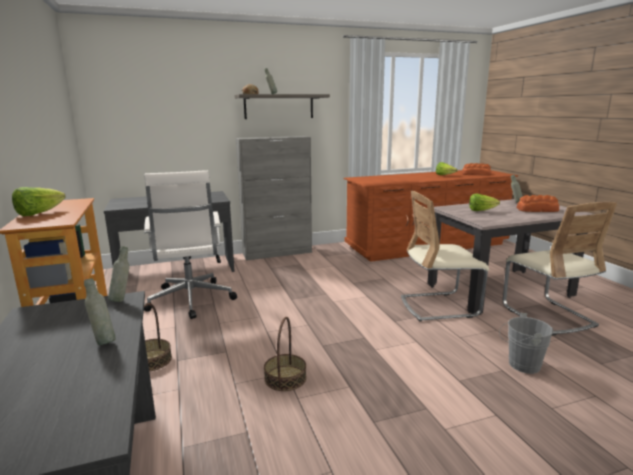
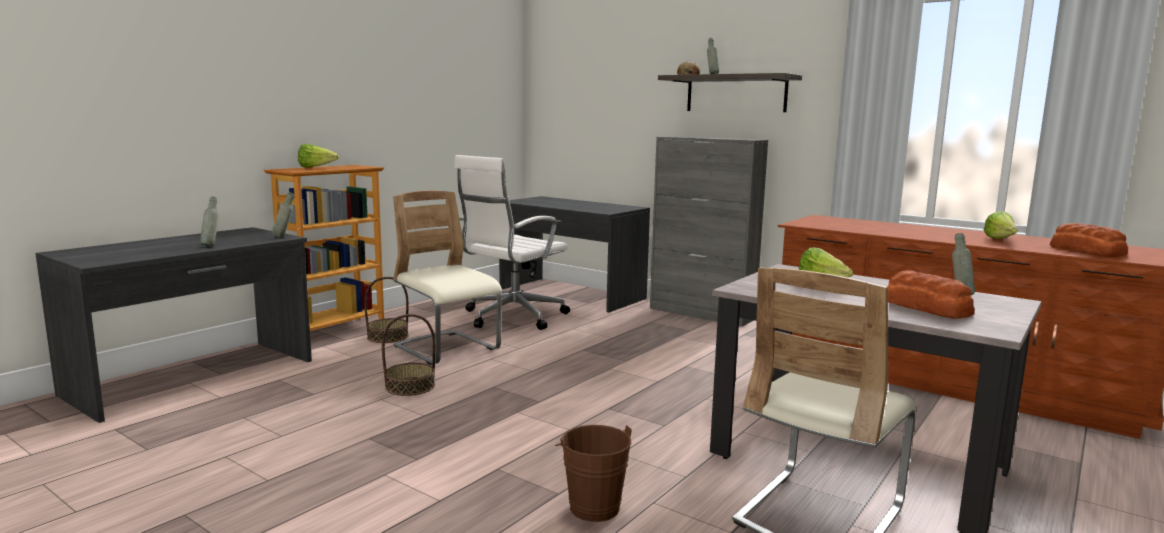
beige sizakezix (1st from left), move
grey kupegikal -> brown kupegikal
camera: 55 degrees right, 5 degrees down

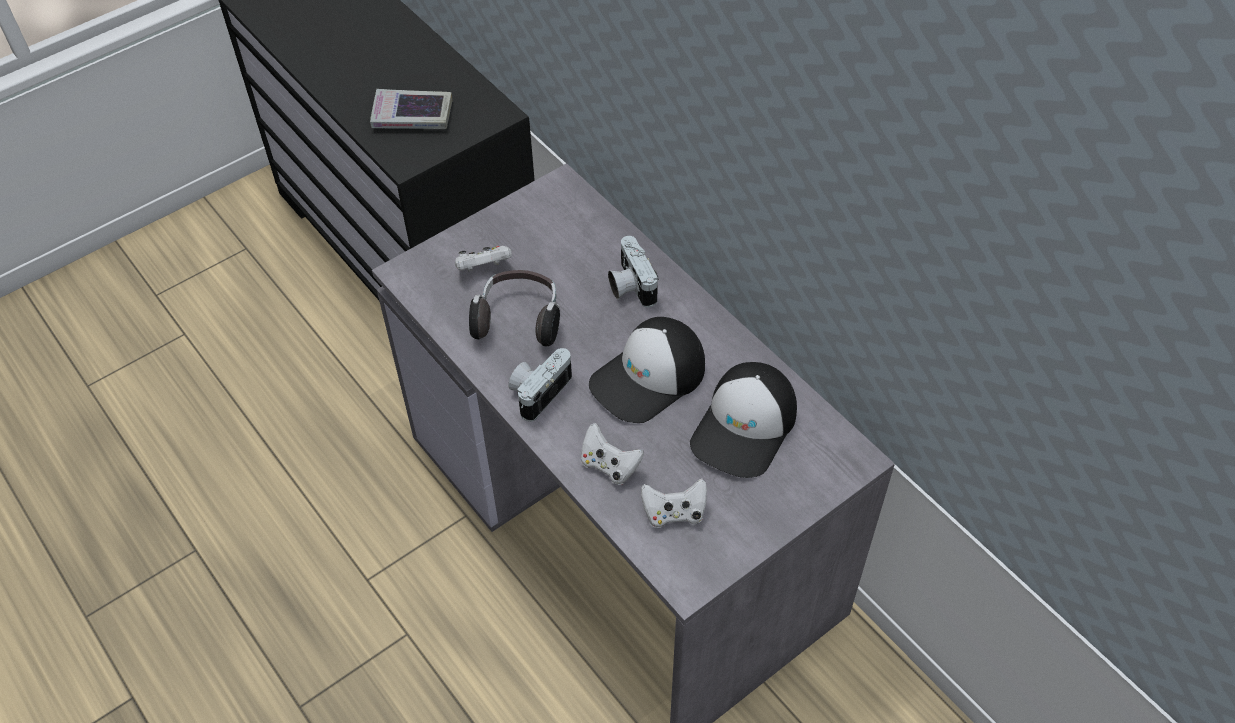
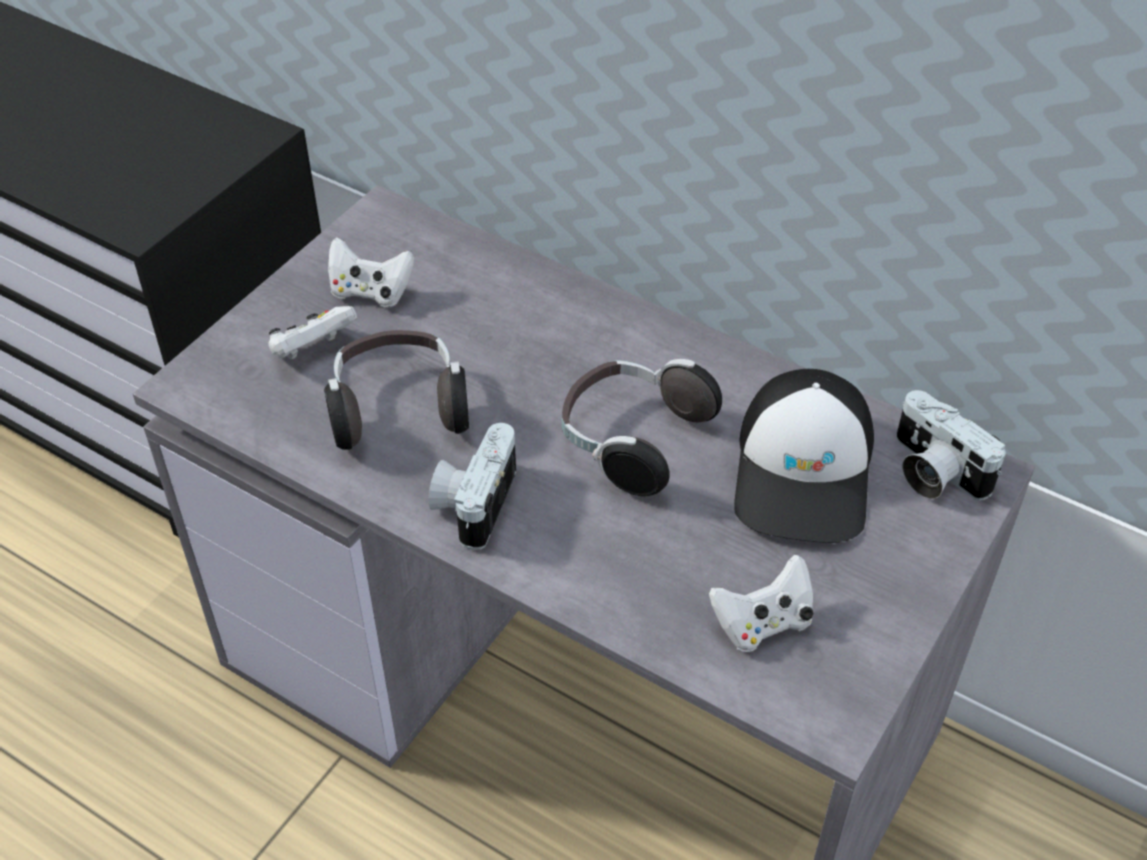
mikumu -> none
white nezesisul (2nd from left), move
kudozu (1st from left) -> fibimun (2nd from left)
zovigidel (2nd from left), move
camera: 20 degrees left, 5 degrees down

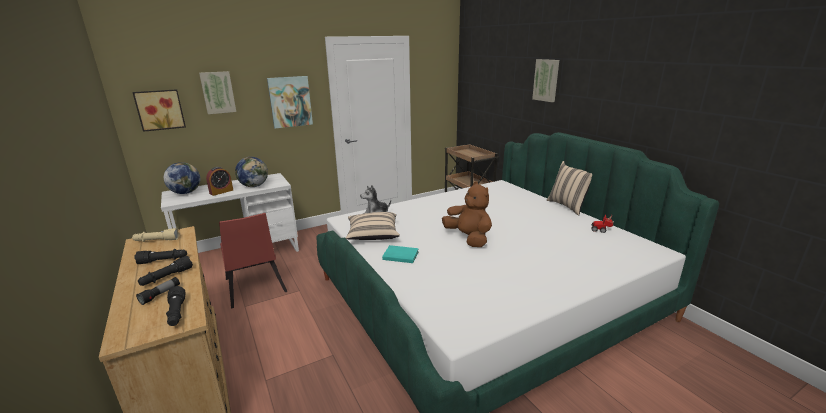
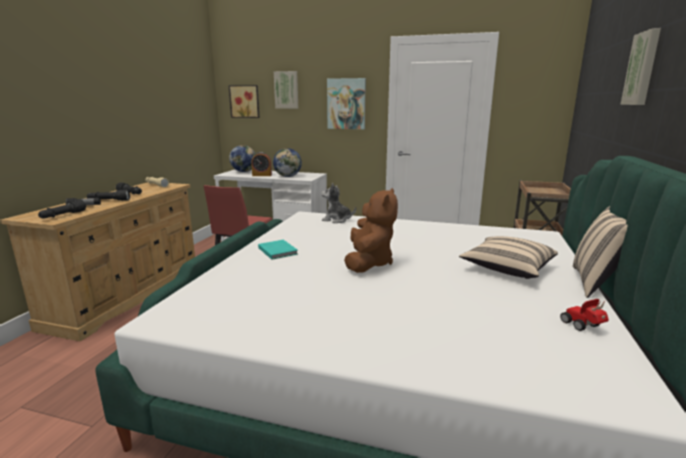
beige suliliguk (1st from left), move
camera: 45 degrees right, 5 degrees down

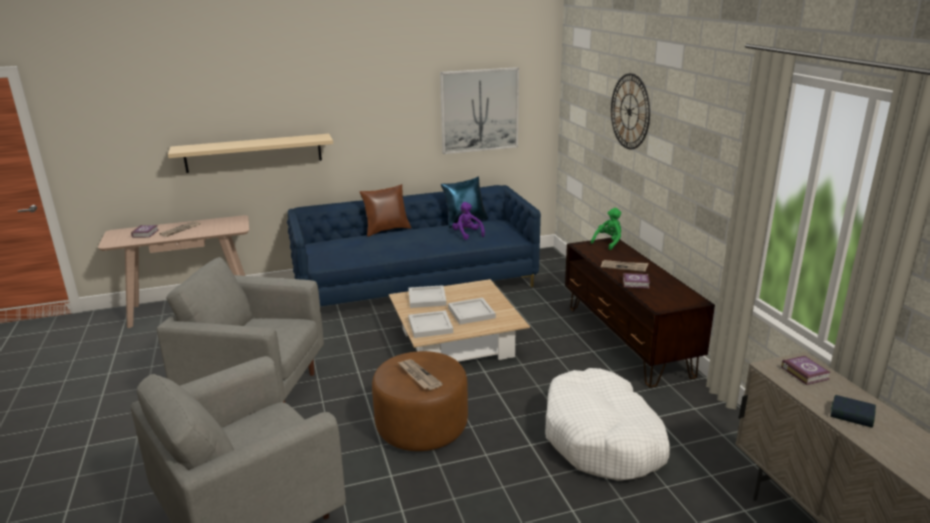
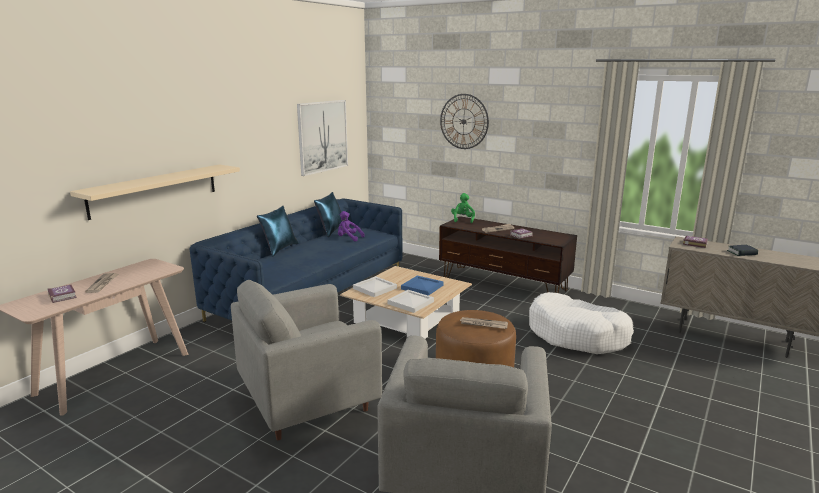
brown suliliguk -> blue suliliguk (1st from left)
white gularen (3rd from left) -> blue gularen
camera: 40 degrees left, 5 degrees down

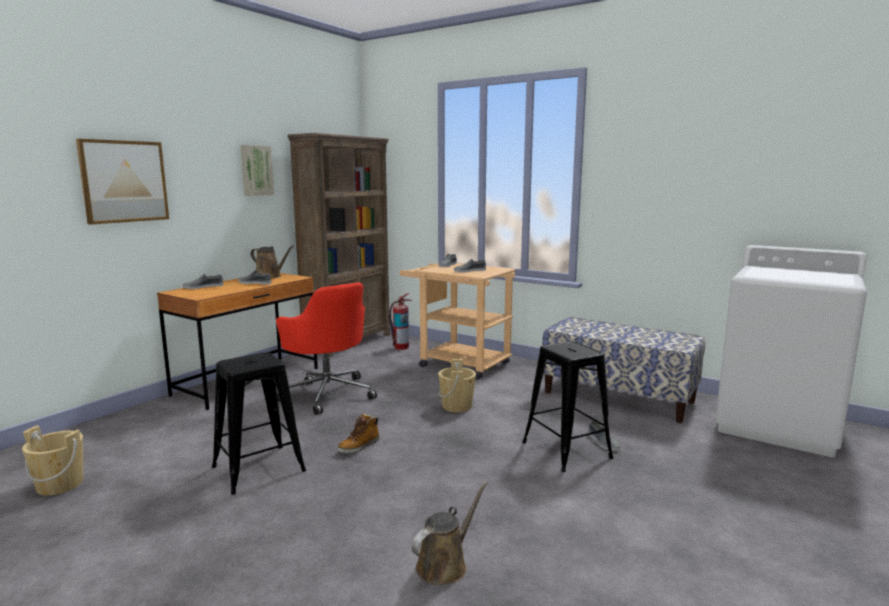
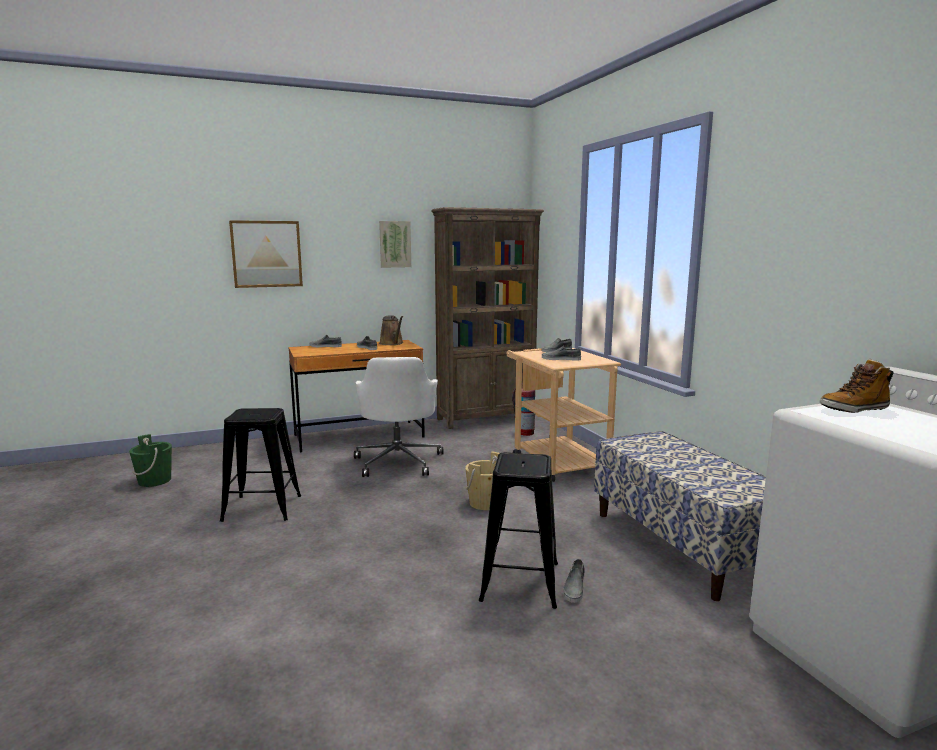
beige kupegikal (1st from left) -> green kupegikal
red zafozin -> white zafozin
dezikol, move
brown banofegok (2nd from left) -> none
camera: 35 degrees right, 0 degrees up

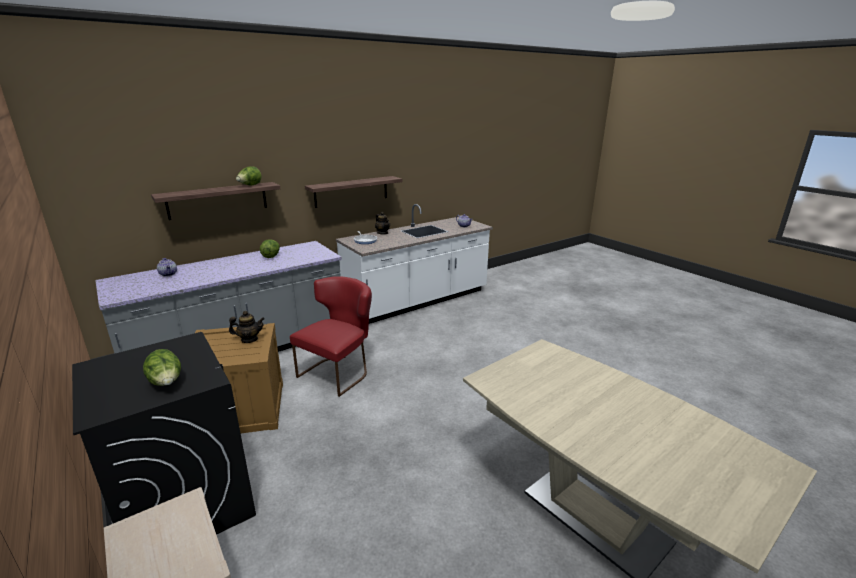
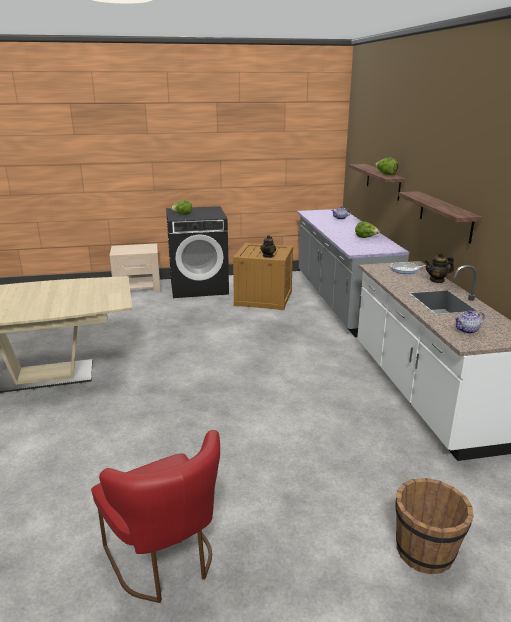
red sizakezix, move
none -> brown kupegikal
camera: 115 degrees right, 0 degrees up

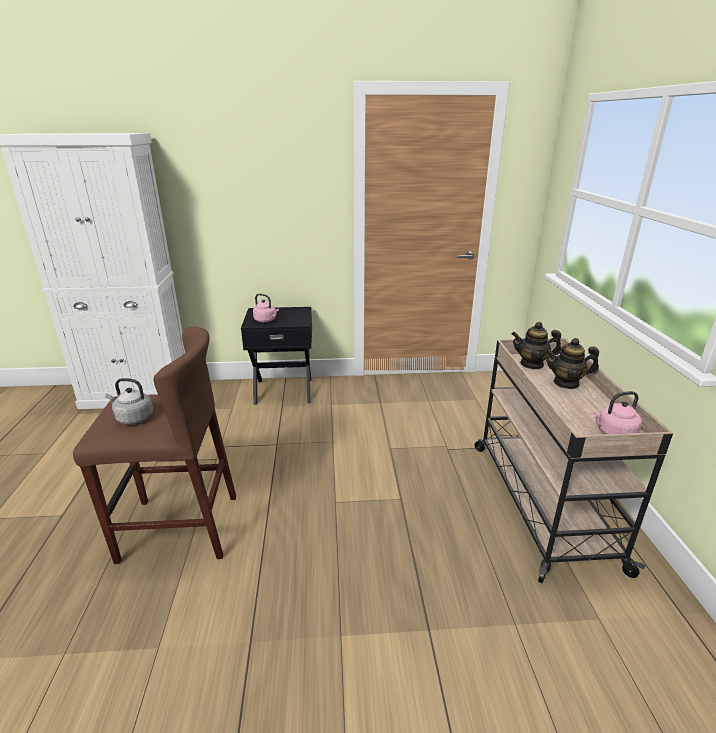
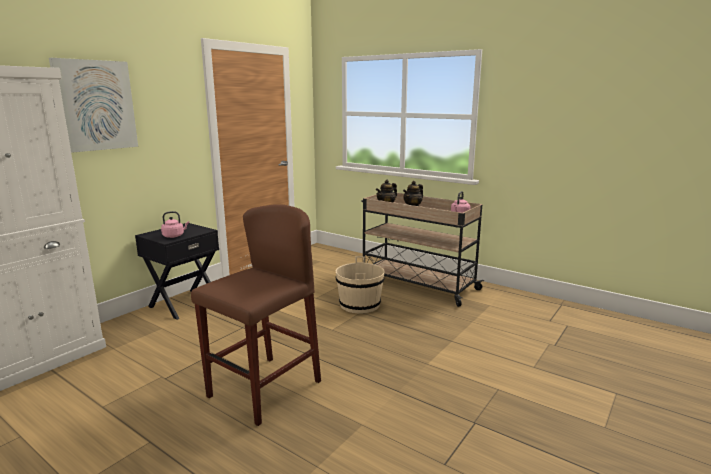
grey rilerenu -> none
none -> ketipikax
none -> beige kupegikal
camera: 50 degrees left, 10 degrees down

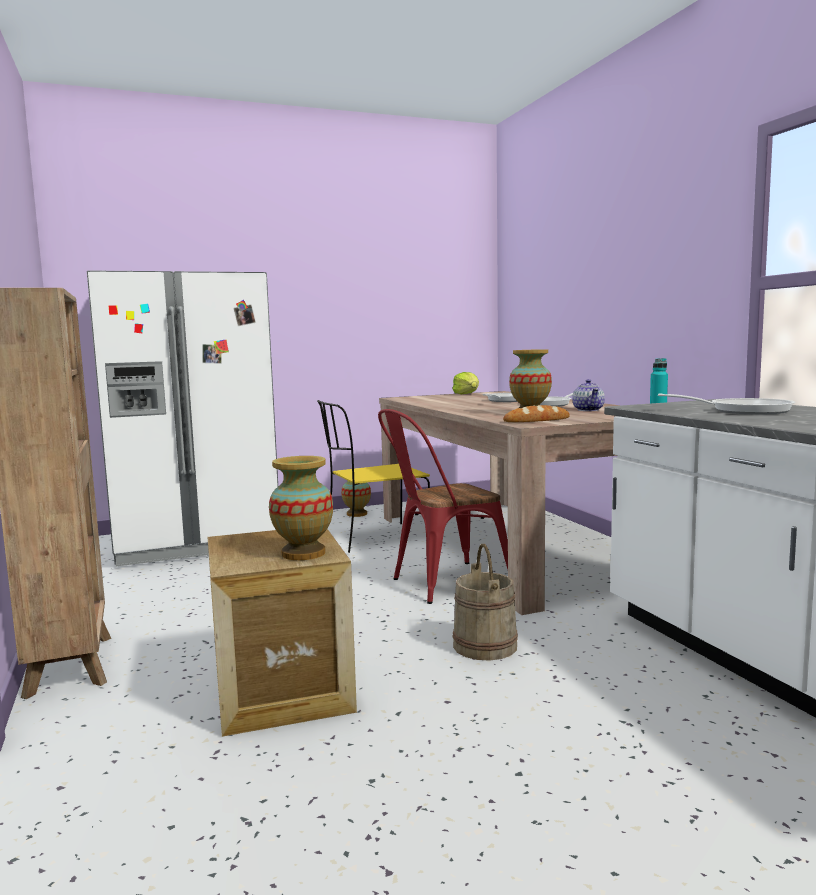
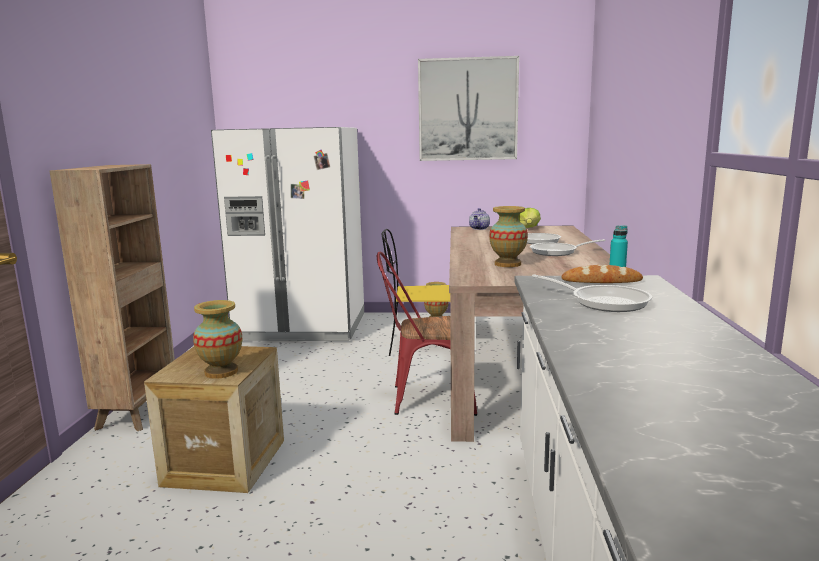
beige kupegikal -> none
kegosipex, move
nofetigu, move
none -> ketipikax
camera: 25 degrees right, 5 degrees up

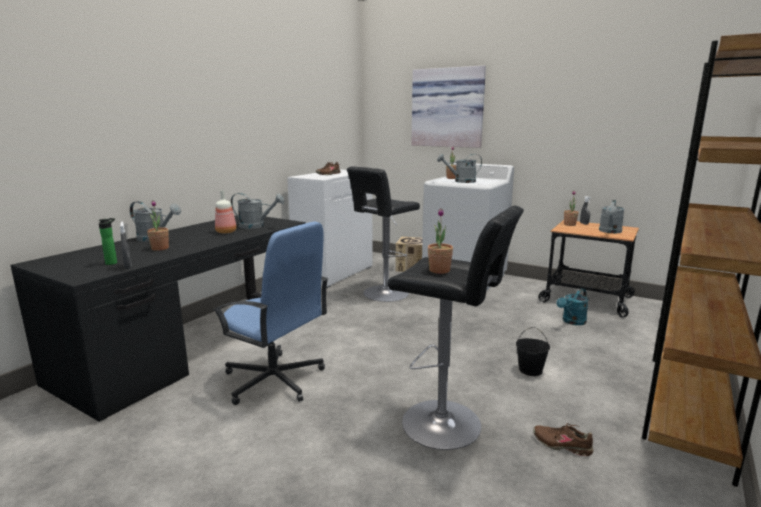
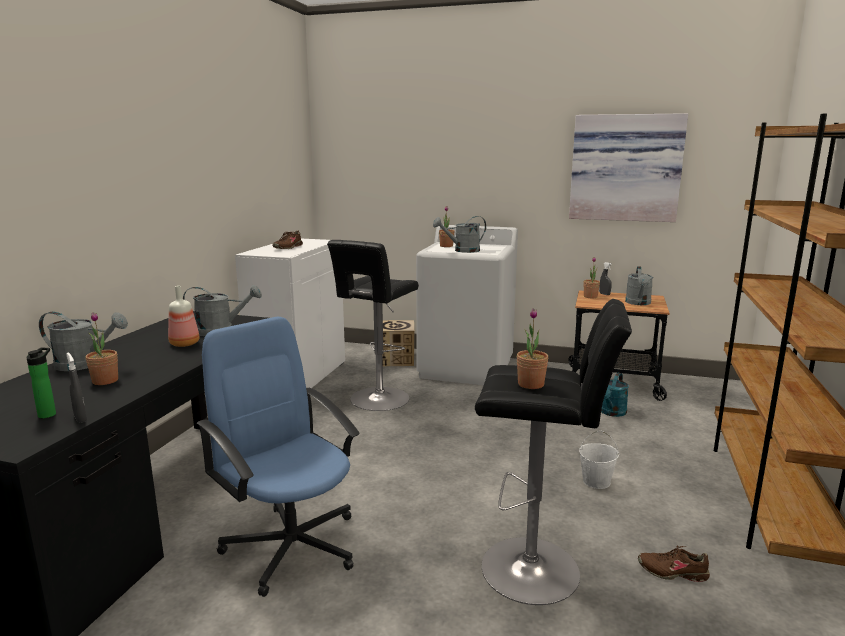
blue zafozin, 150 degrees counterclockwise
ketipikax, move
black kupegikal -> white kupegikal
camera: 15 degrees left, 0 degrees up

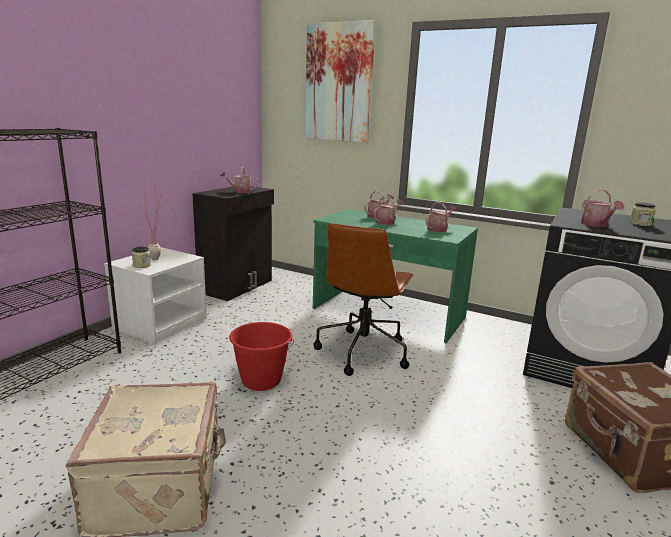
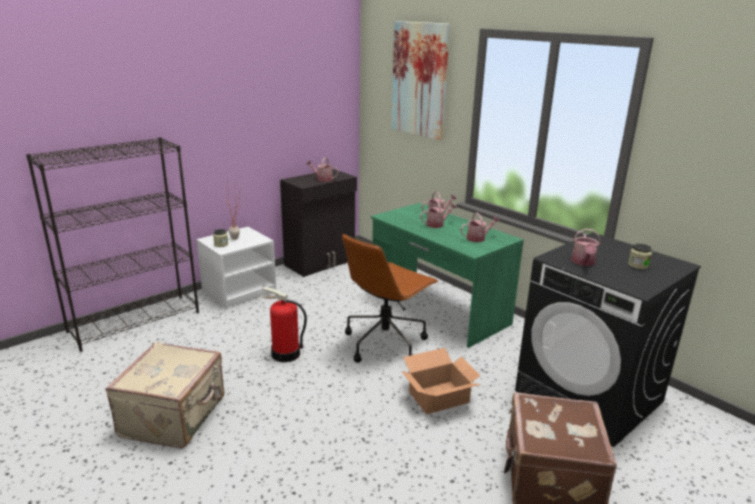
red kupegikal -> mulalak
none -> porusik
camera: 20 degrees right, 5 degrees up

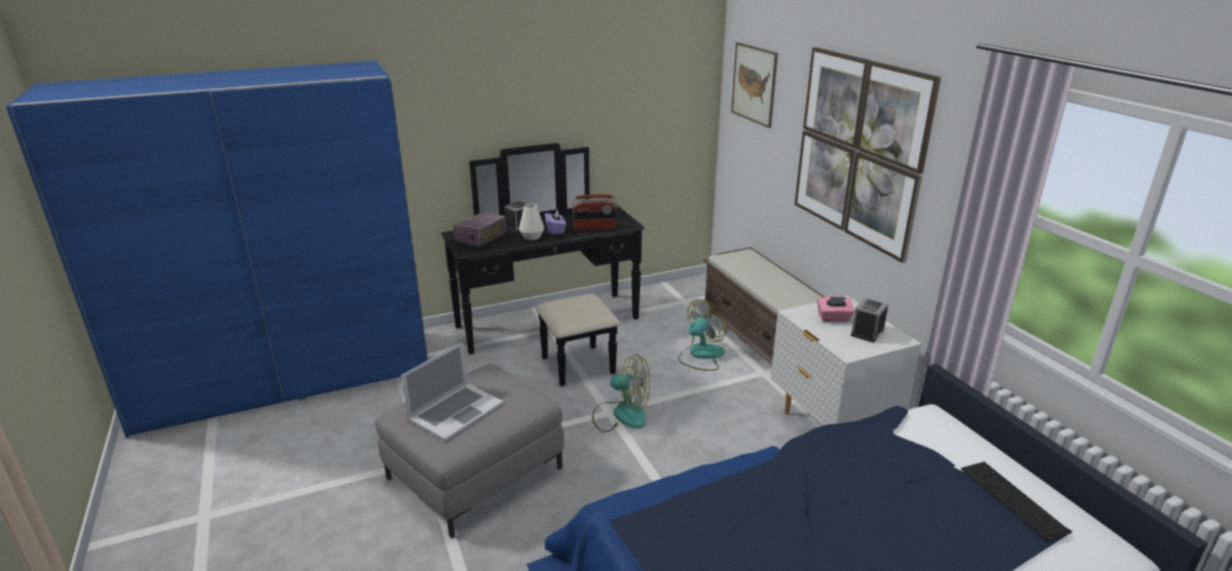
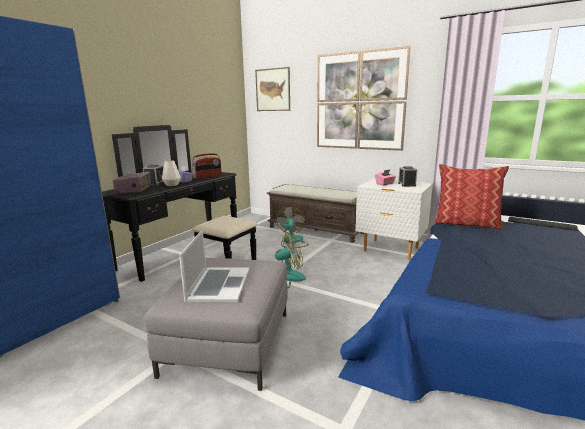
none -> suliliguk
camera: 35 degrees left, 10 degrees down

